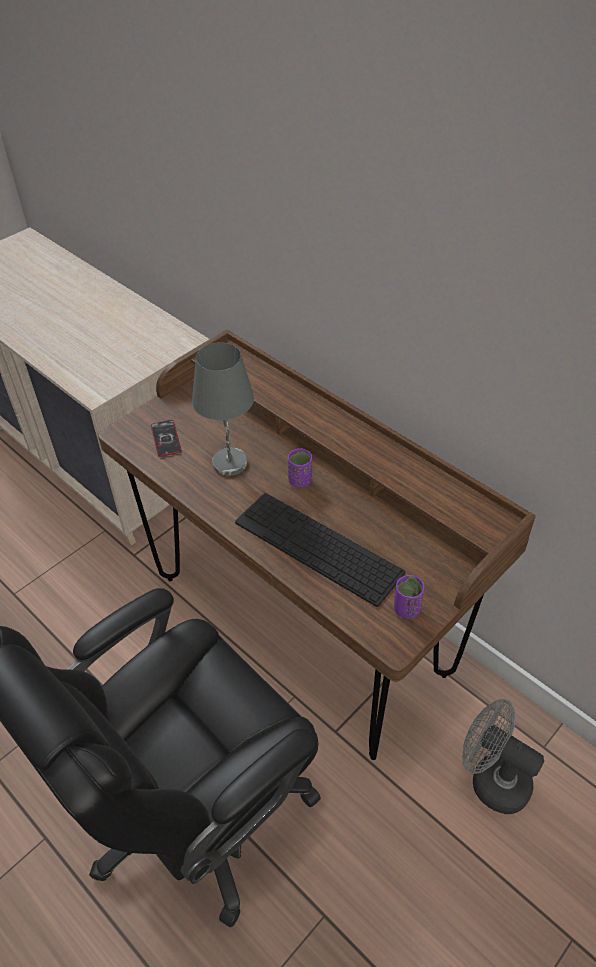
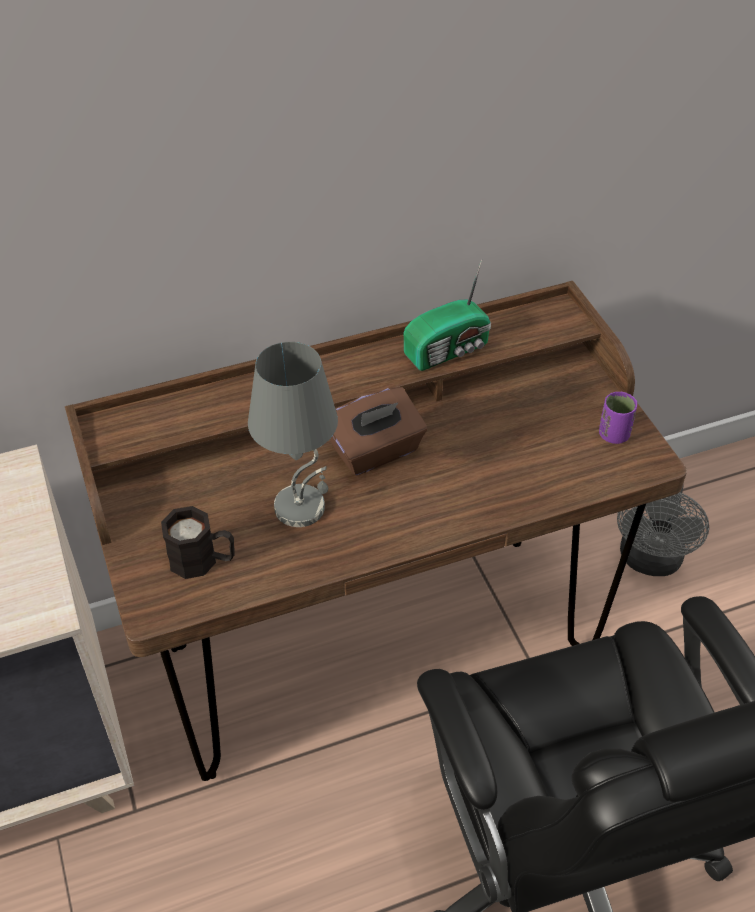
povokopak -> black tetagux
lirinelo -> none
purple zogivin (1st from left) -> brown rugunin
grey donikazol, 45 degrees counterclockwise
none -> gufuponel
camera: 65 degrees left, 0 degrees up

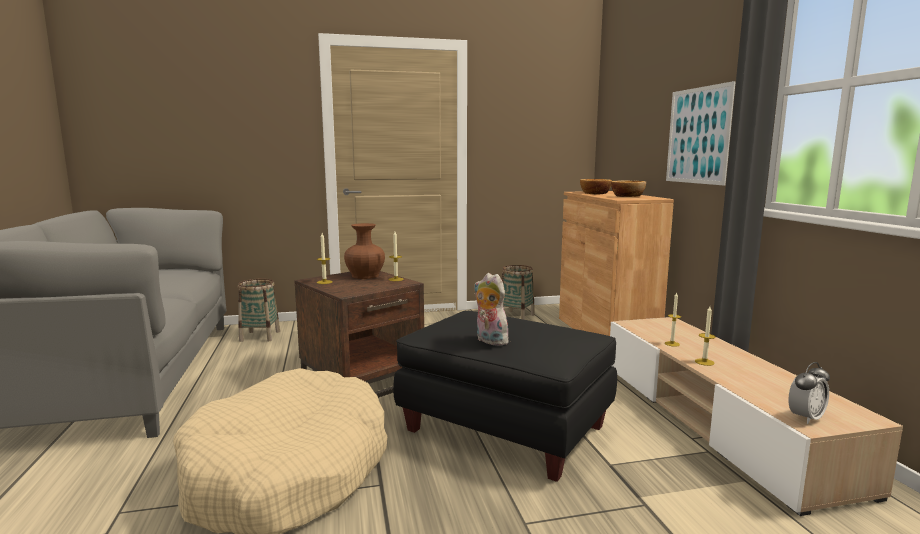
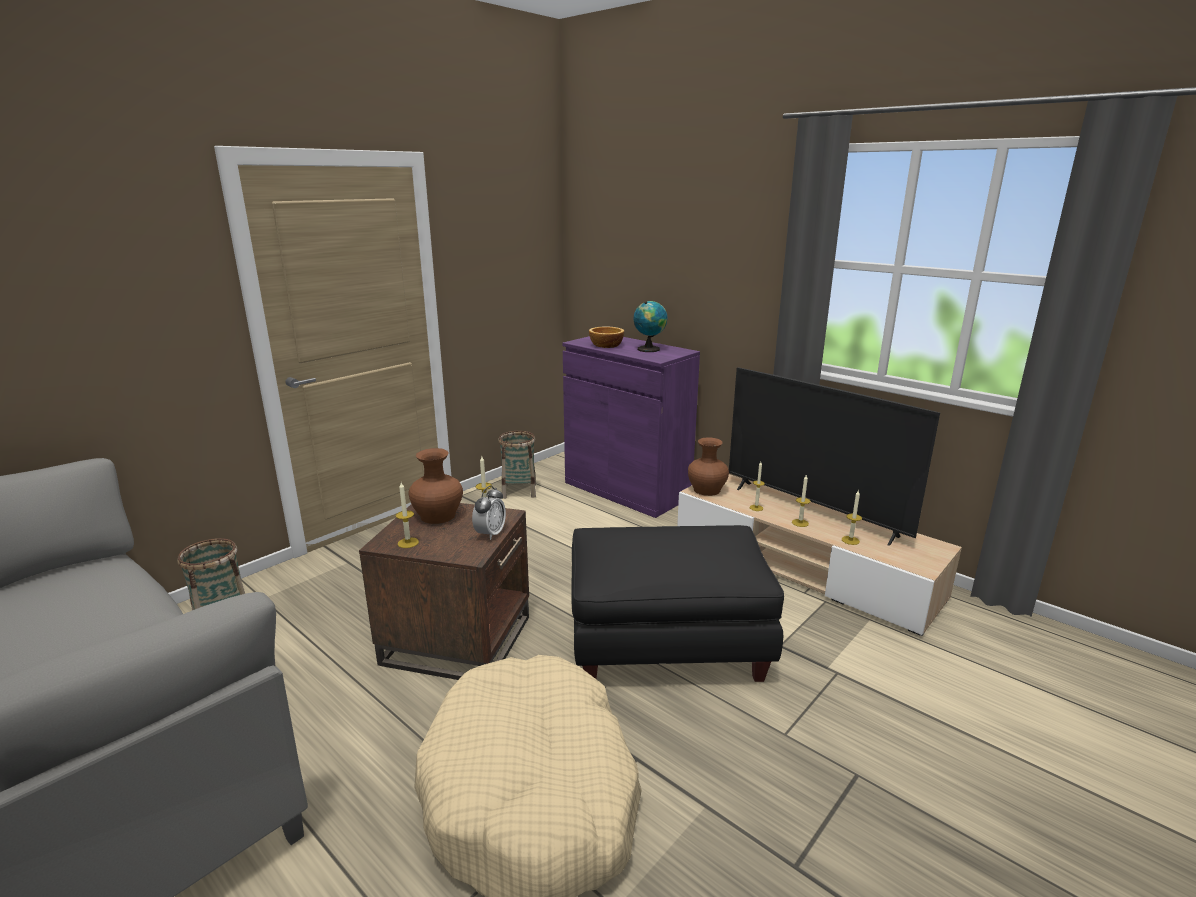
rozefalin -> none
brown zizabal -> purple zizabal
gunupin (2nd from left) -> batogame
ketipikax -> none
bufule, move
none -> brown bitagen (2nd from left)
none -> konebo
none -> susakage (5th from left)
camera: 35 degrees left, 10 degrees up

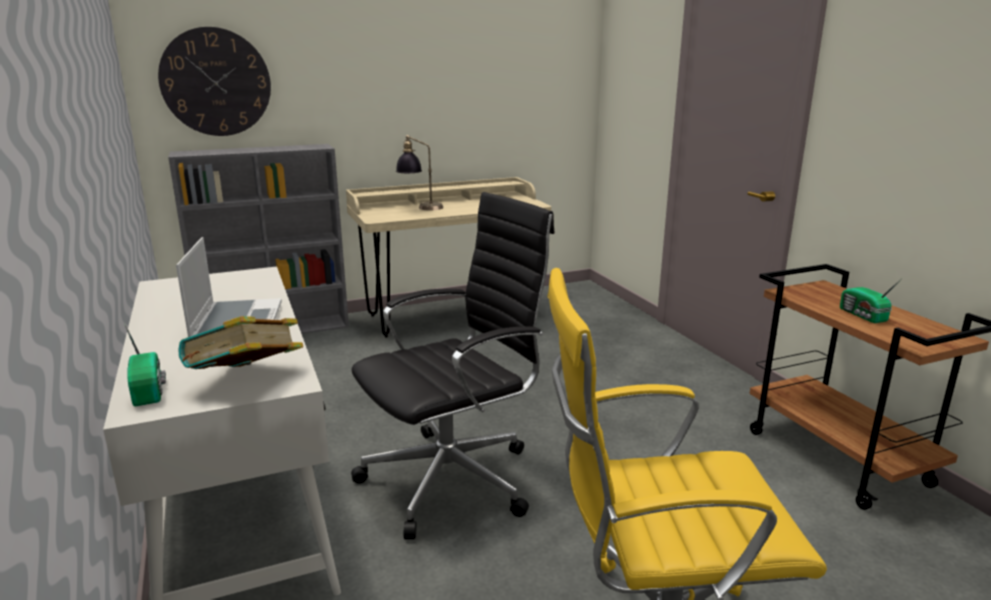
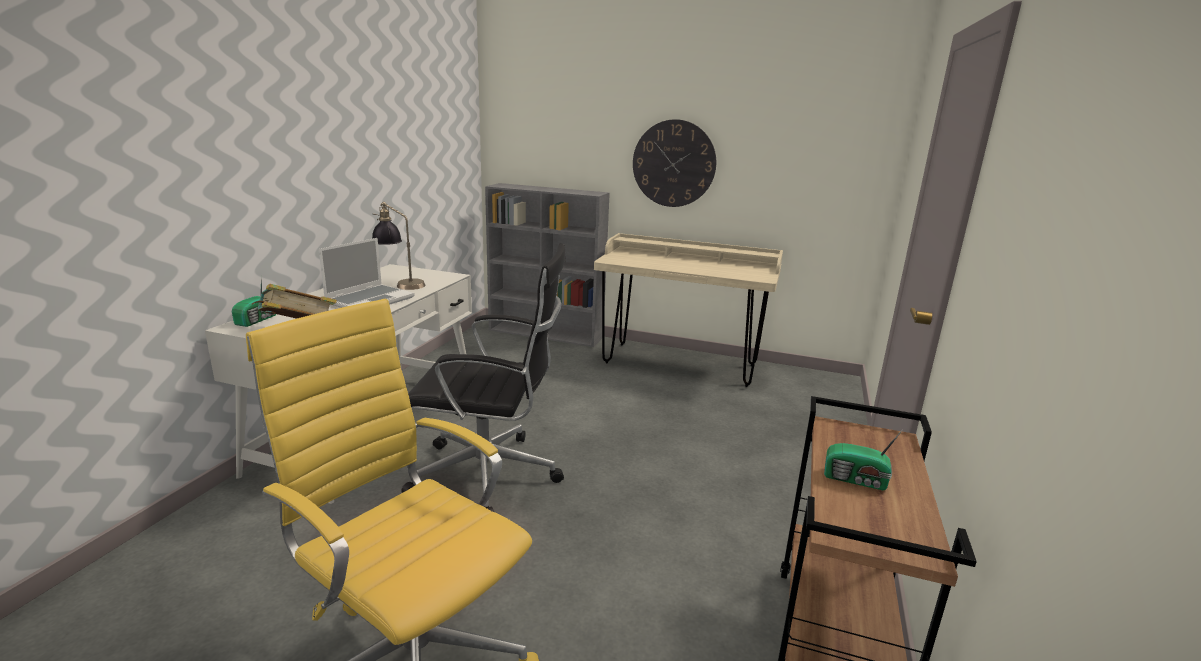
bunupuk, move
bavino, move
gufuponel (2nd from left), 90 degrees counterclockwise
camera: 40 degrees right, 0 degrees up

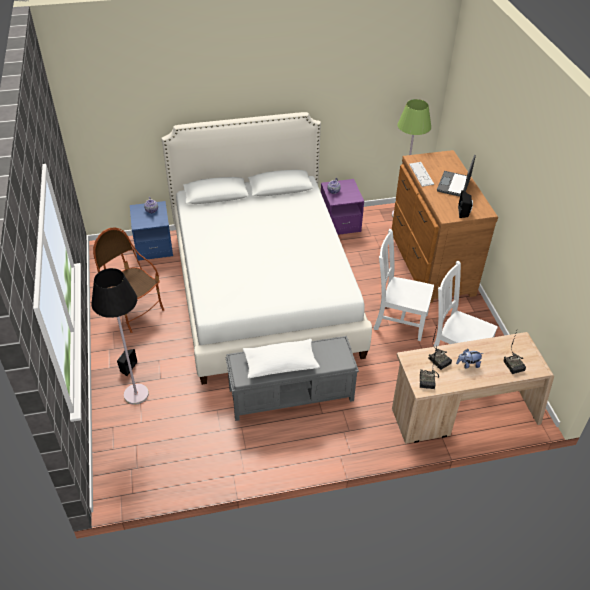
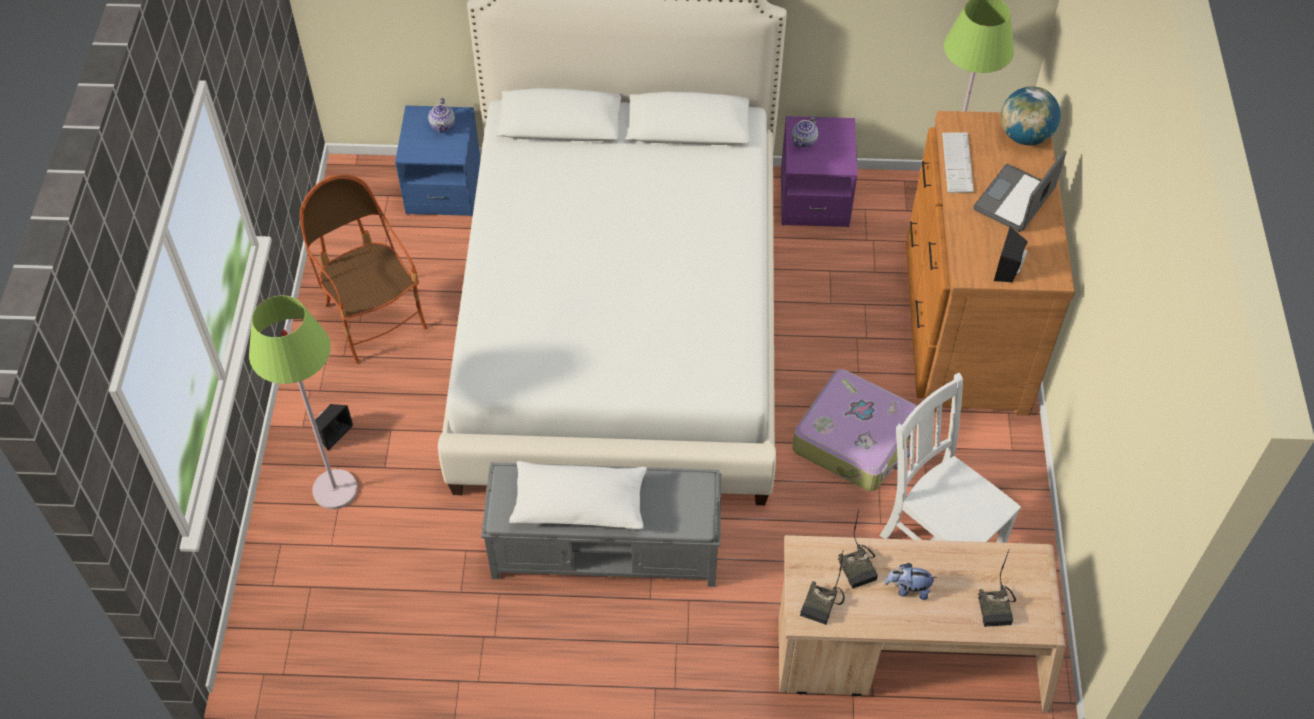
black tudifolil -> green tudifolil (1st from left)
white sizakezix (1st from left) -> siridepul
none -> batogame
camera: 15 degrees right, 10 degrees up

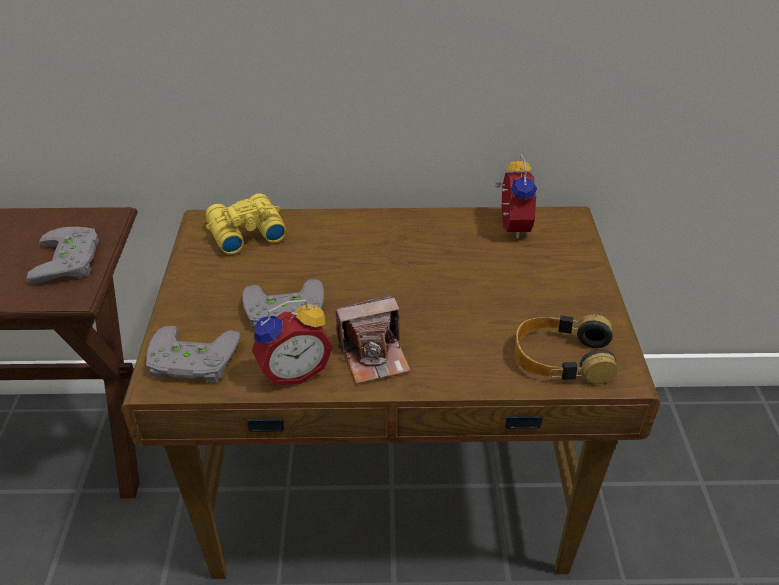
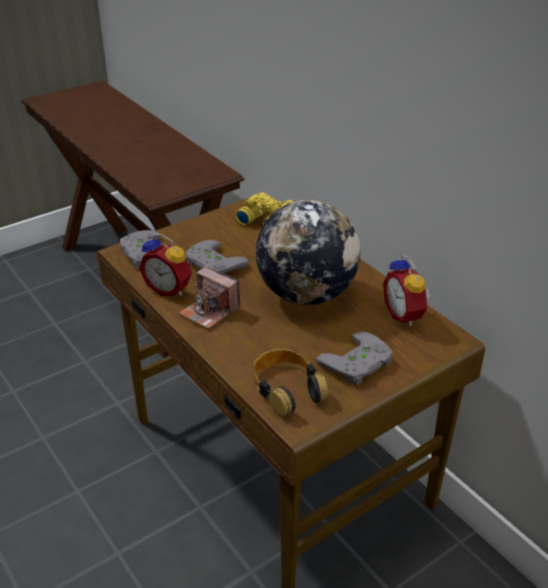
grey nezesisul (1st from left in the first image) -> grey nezesisul (3rd from left), move
bufule (2nd from left), 105 degrees clockwise
none -> batogame
camera: 55 degrees right, 5 degrees down

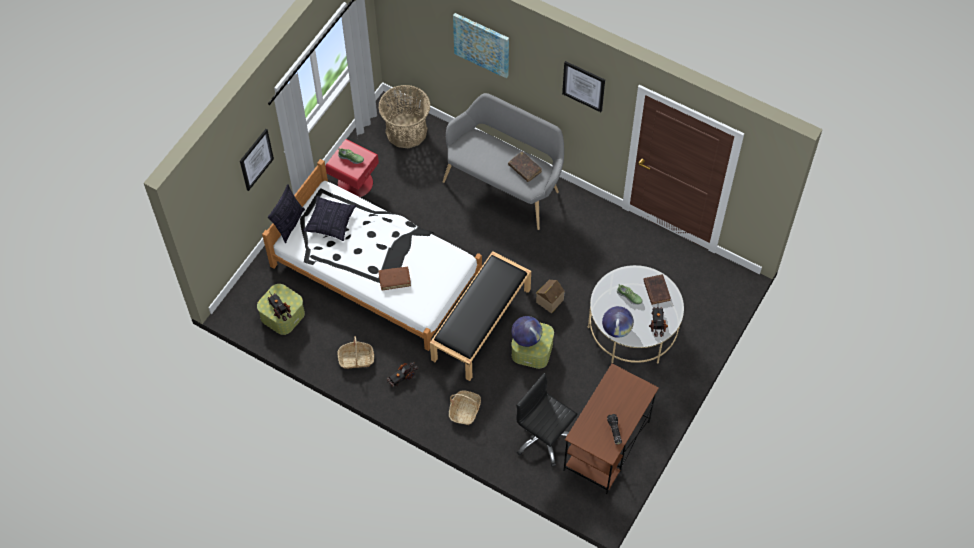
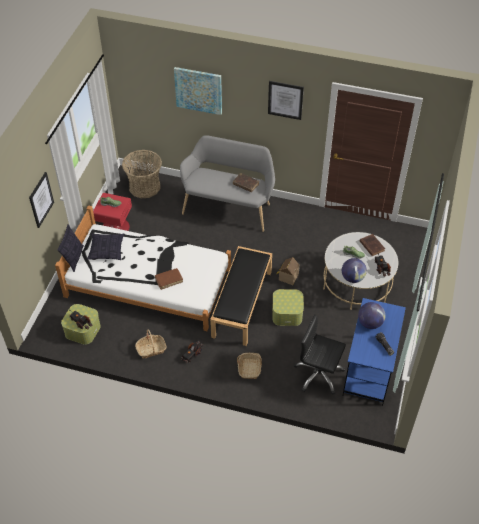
batogame (1st from left in the first image) -> batogame (2nd from left), move
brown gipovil -> blue gipovil
camera: 15 degrees left, 10 degrees down

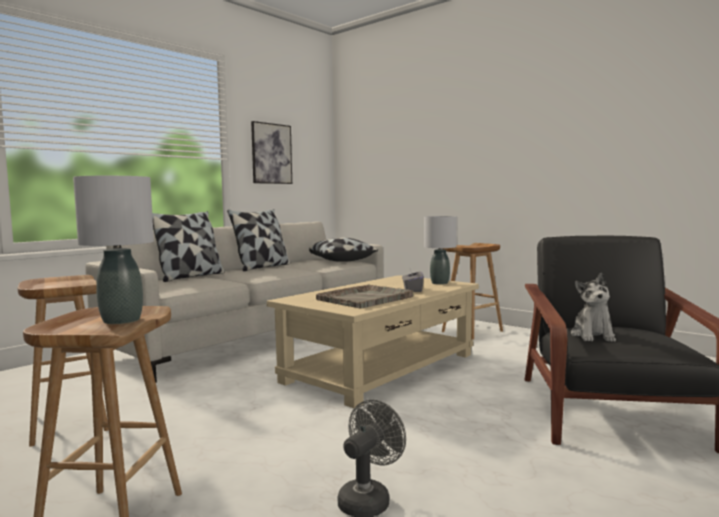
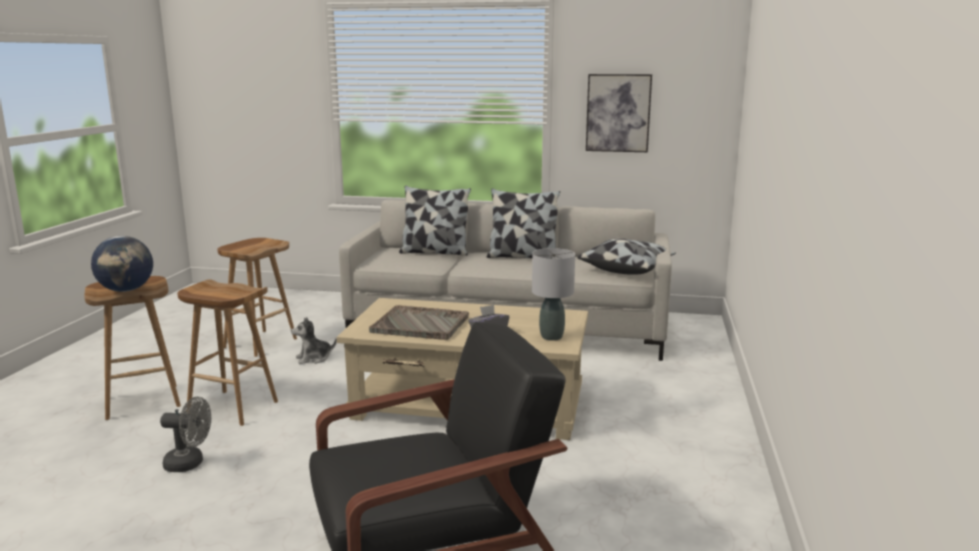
grey bavino (1st from left) -> batogame
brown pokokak (3rd from left in the first image) -> brown pokokak (2nd from left), move
rozefalin, move
camera: 60 degrees right, 10 degrees up

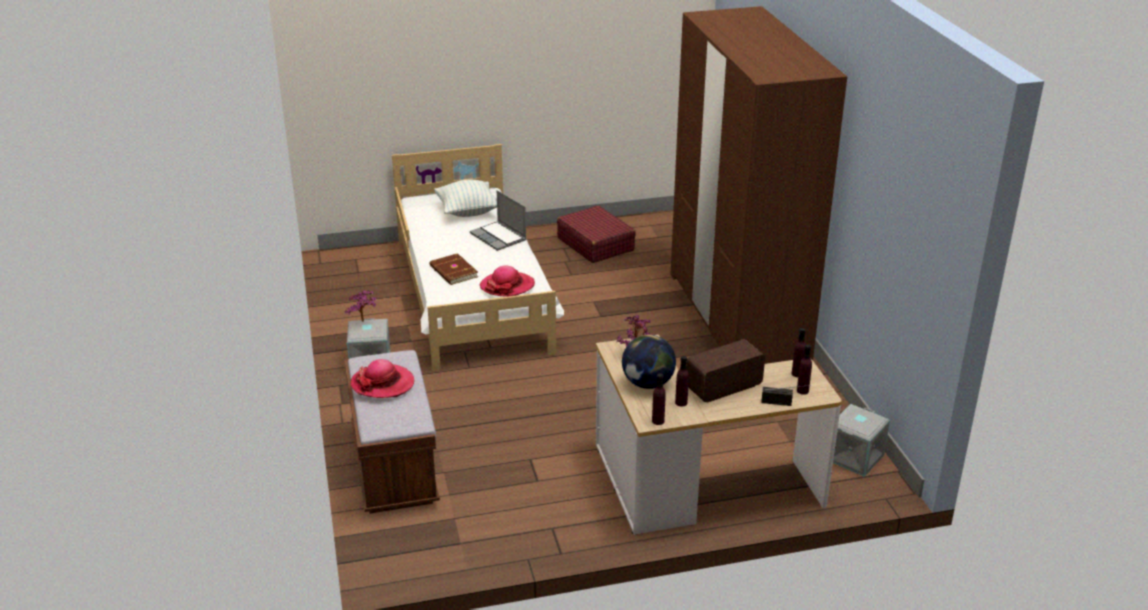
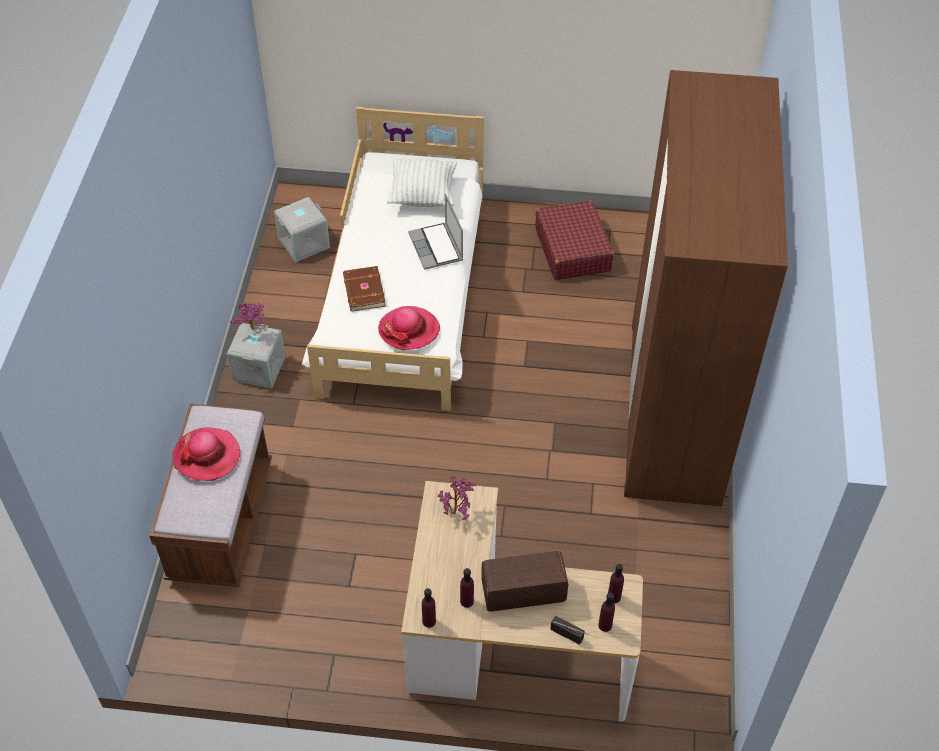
batogame -> none
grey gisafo (2nd from left), move
camera: 20 degrees right, 20 degrees up

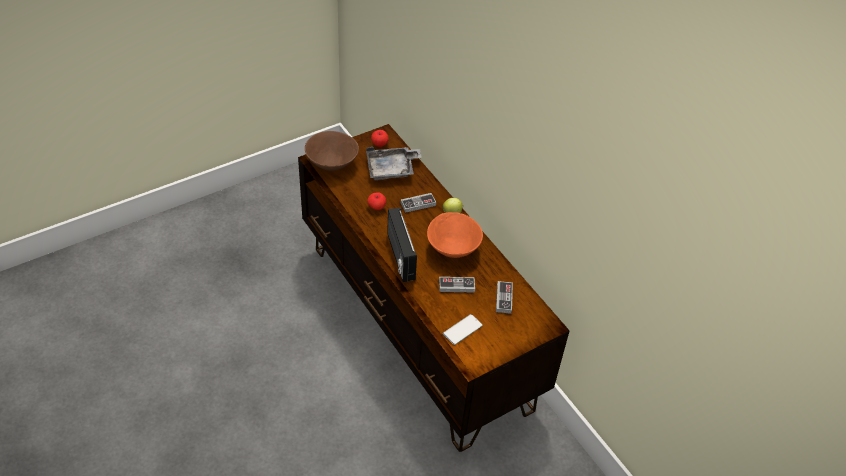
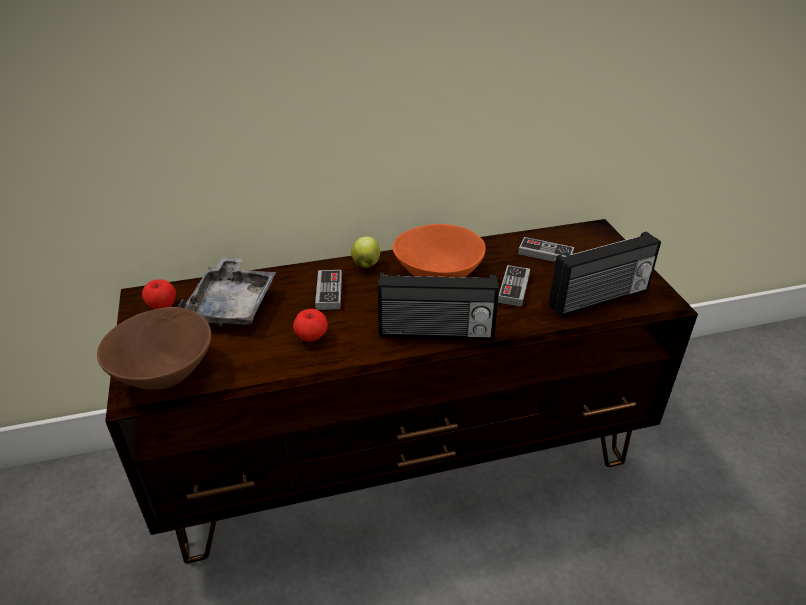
povokopak -> gufuponel (2nd from left)
camera: 70 degrees left, 10 degrees down

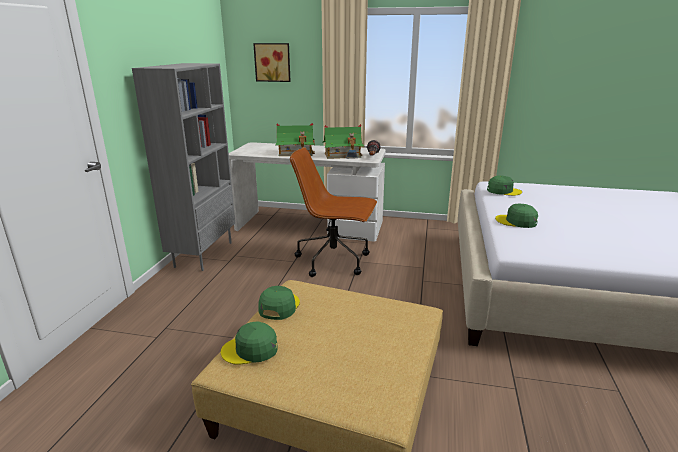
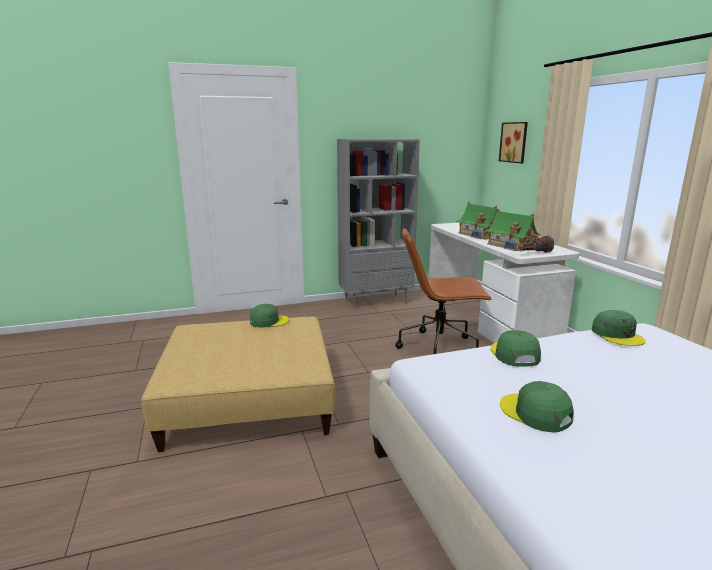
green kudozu (1st from left in the first image) -> green kudozu (3rd from left), move
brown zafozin, 75 degrees counterclockwise
camera: 60 degrees right, 5 degrees down

